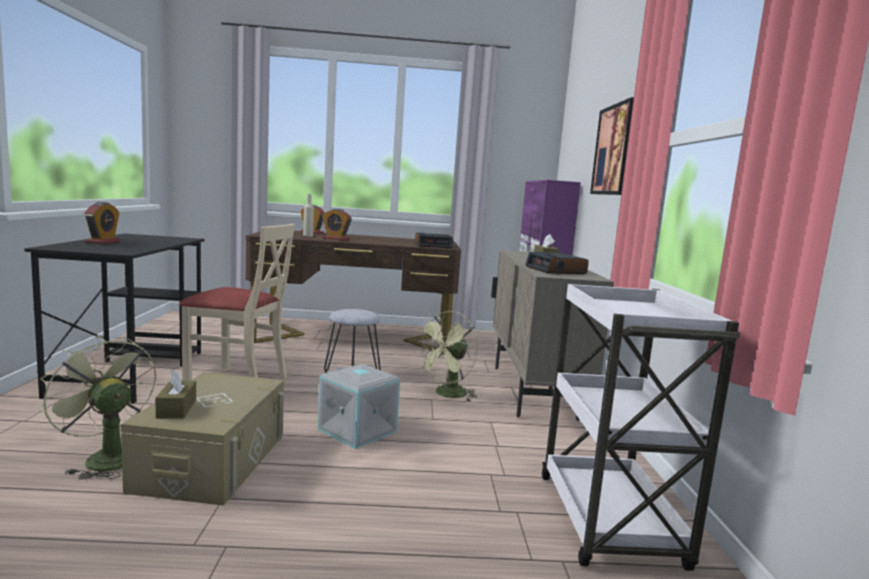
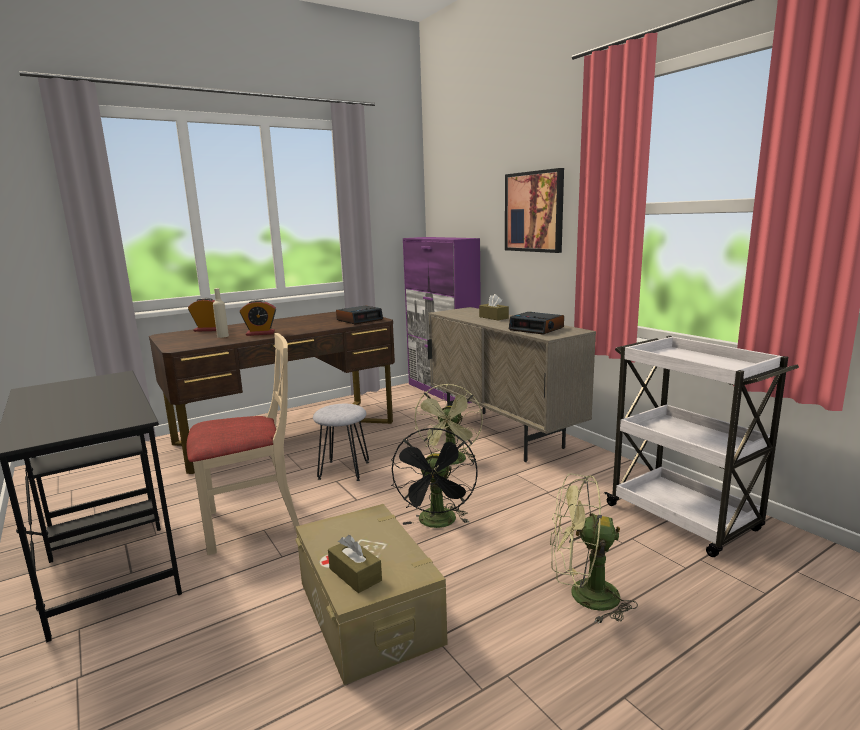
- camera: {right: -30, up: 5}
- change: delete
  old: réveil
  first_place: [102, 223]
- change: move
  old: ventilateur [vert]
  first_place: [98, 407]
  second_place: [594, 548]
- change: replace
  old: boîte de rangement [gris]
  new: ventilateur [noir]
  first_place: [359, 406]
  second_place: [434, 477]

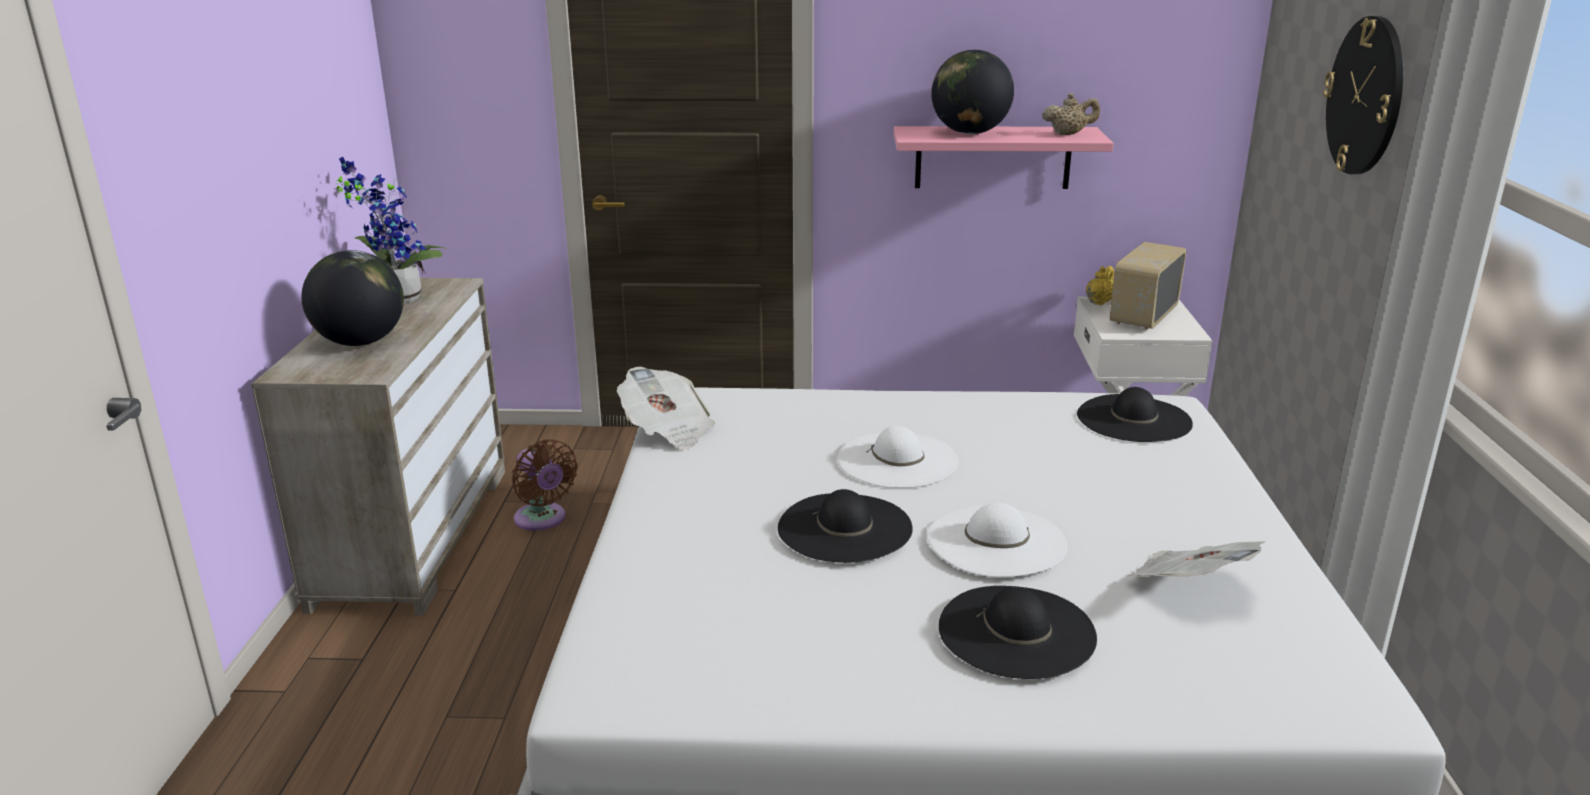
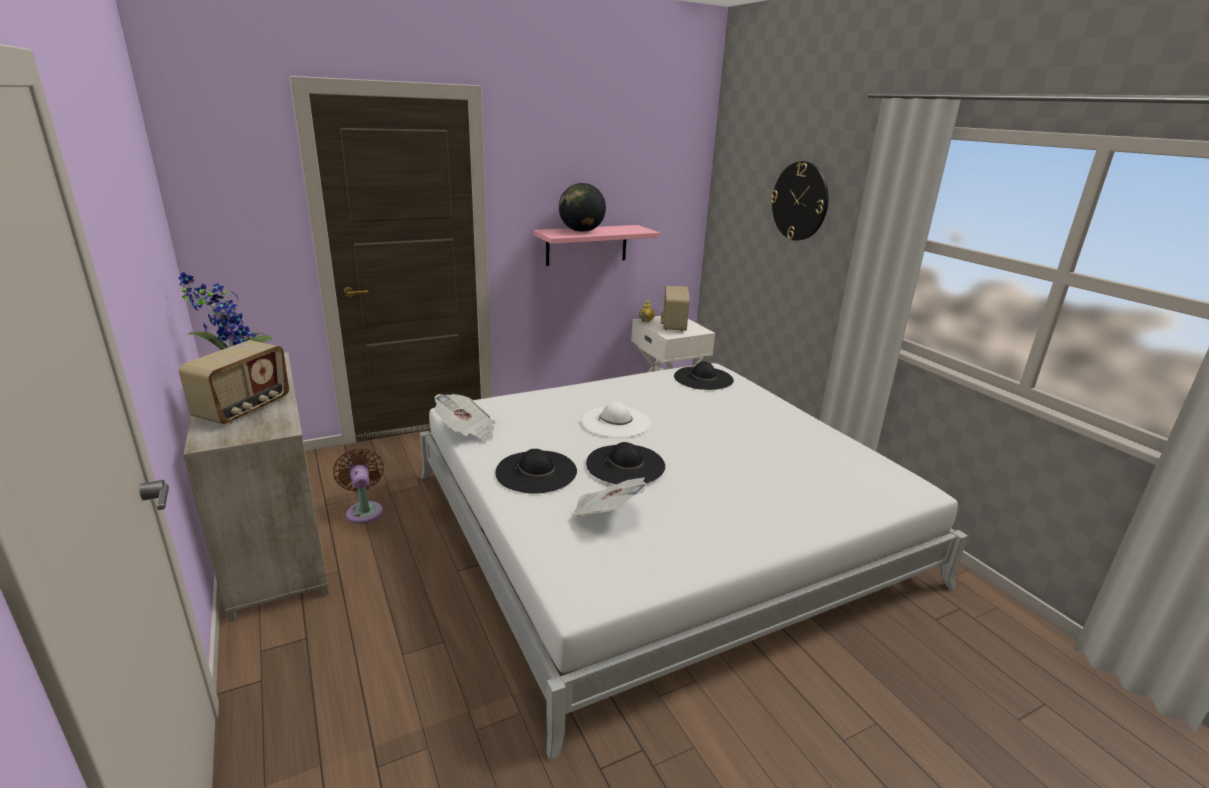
- camera: {right: -30, up: 0}
- change: delete
  old: théière [beige]
  first_place: [1071, 114]
- change: replace
  old: globe
  new: radio
  first_place: [353, 298]
  second_place: [234, 382]
- change: rotate
  old: ventilateur [marron]
  first_place: [545, 485]
  second_place: [358, 486]
  degrees: -135
- change: delete
  old: chapeau [blanc]
  first_place: [997, 540]
- change: move
  old: journal
  first_place: [1196, 559]
  second_place: [608, 497]
- change: move
  old: chapeau [noir]
  first_place: [1018, 632]
  second_place: [536, 471]

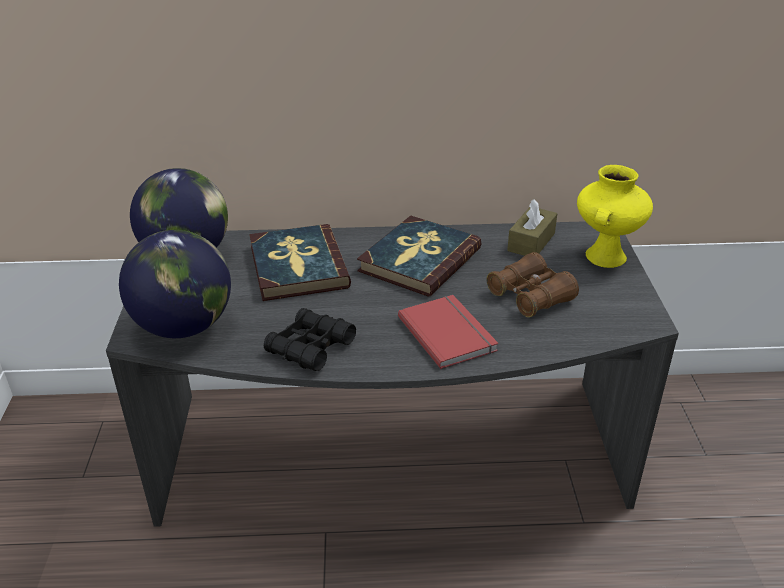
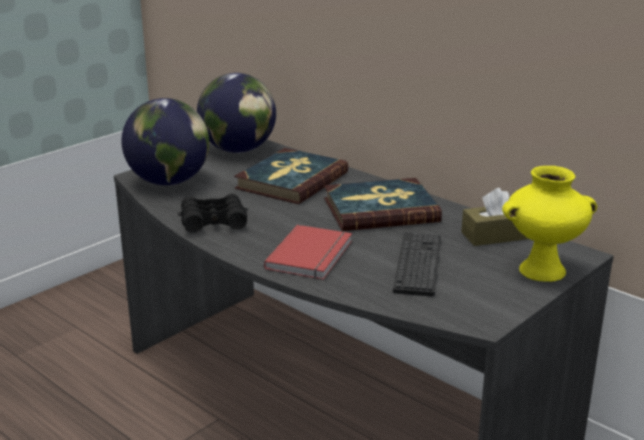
- camera: {right: 45, up: -10}
- change: replace
  old: jumelles [marron]
  new: clavier
  first_place: [533, 284]
  second_place: [417, 264]

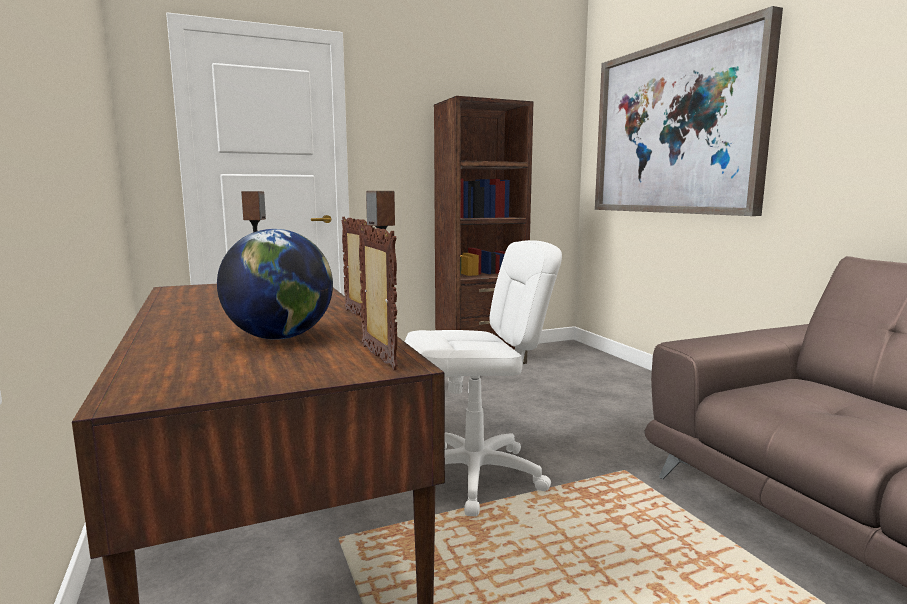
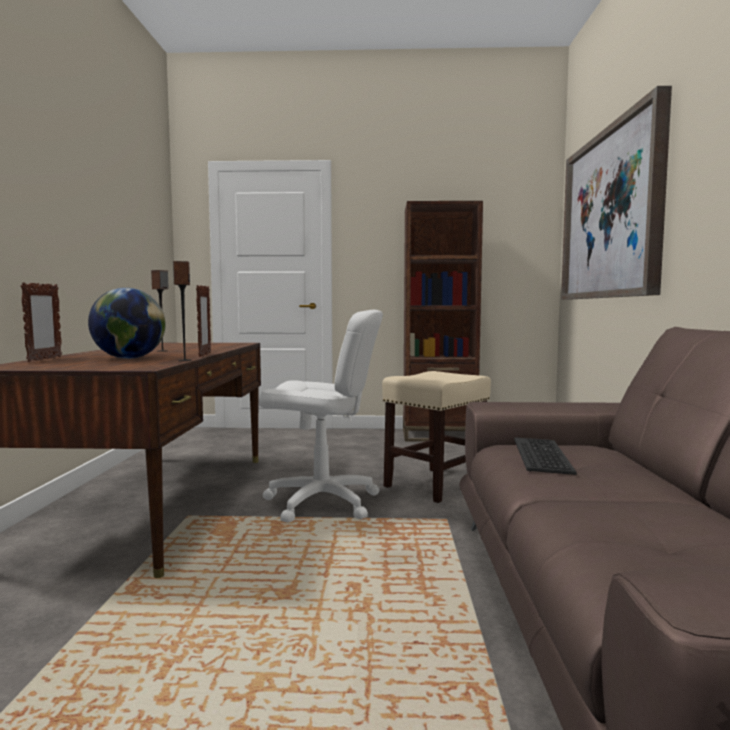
- camera: {right: 25, up: -5}
- change: move
  old: cadre photo
  first_place: [378, 297]
  second_place: [41, 322]
- change: insert
  new: tabouret [beige]
  second_place: [436, 437]
- change: insert
  new: clavier
  second_place: [545, 456]

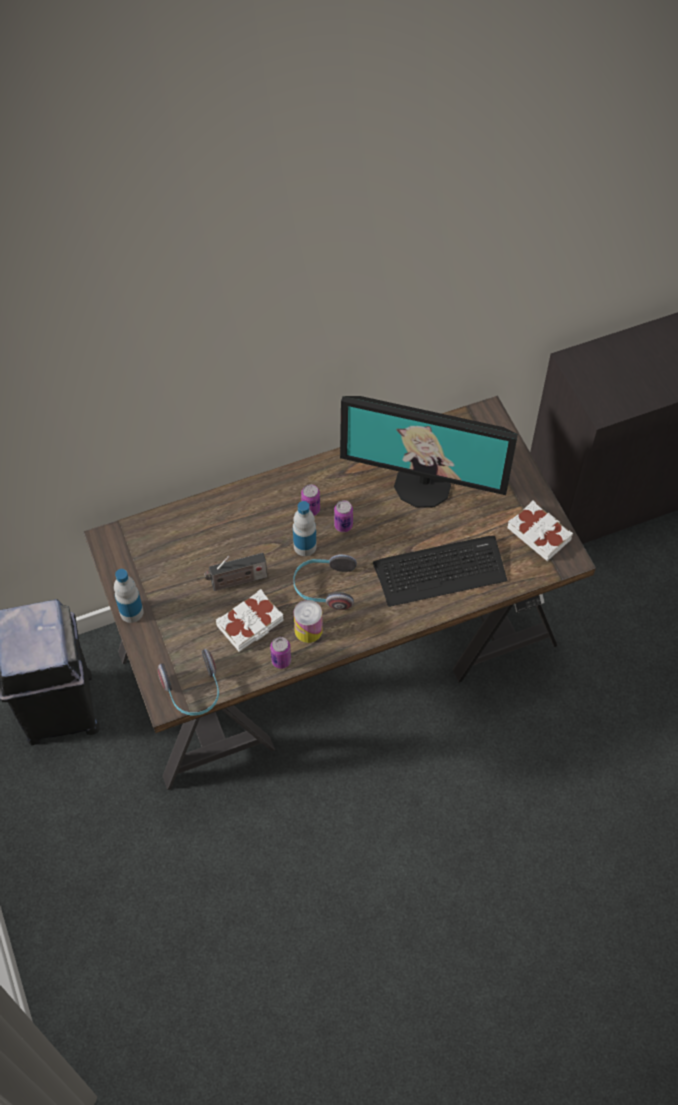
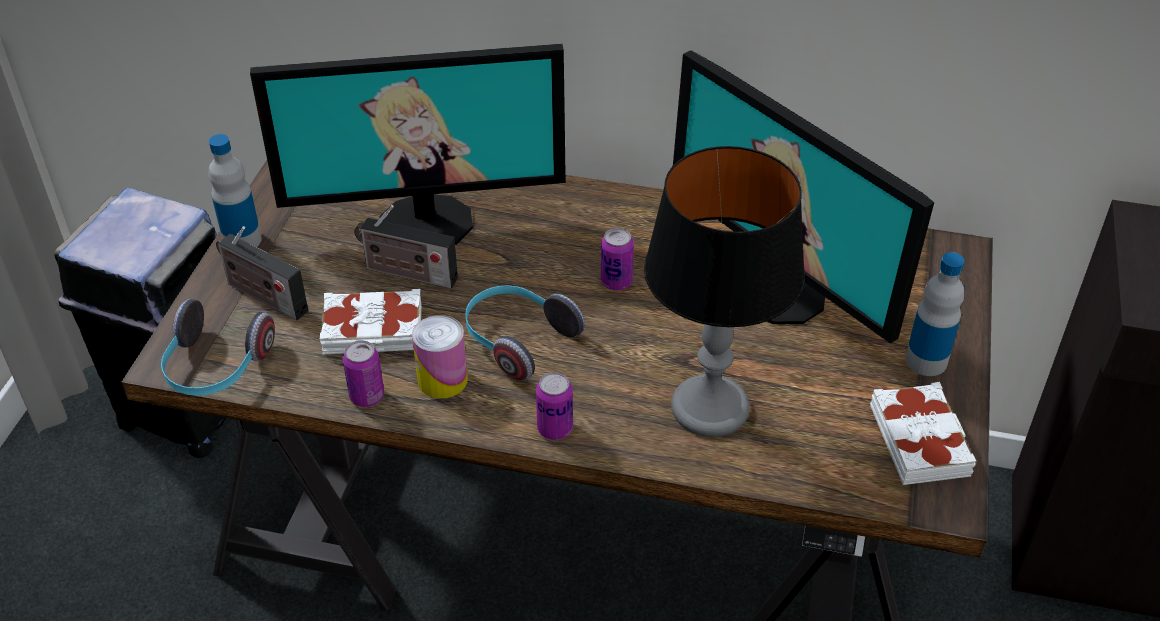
- camera: {right: 35, up: -15}
- change: move
  old: boîte métallique
  first_place: [310, 500]
  second_place: [554, 406]
- change: move
  old: bouteille
  first_place: [305, 528]
  second_place: [934, 314]
- change: replace
  old: clavier
  new: lampe de table
  first_place: [440, 571]
  second_place: [724, 291]
- change: insert
  new: écran d'ordinateur
  second_place: [408, 144]
- change: insert
  new: radio
  second_place: [262, 273]

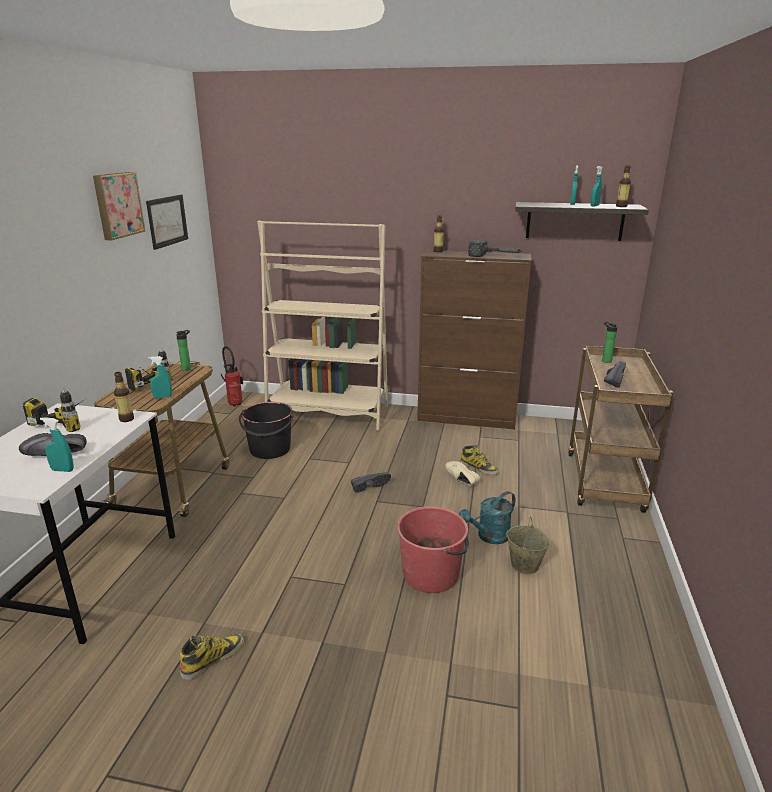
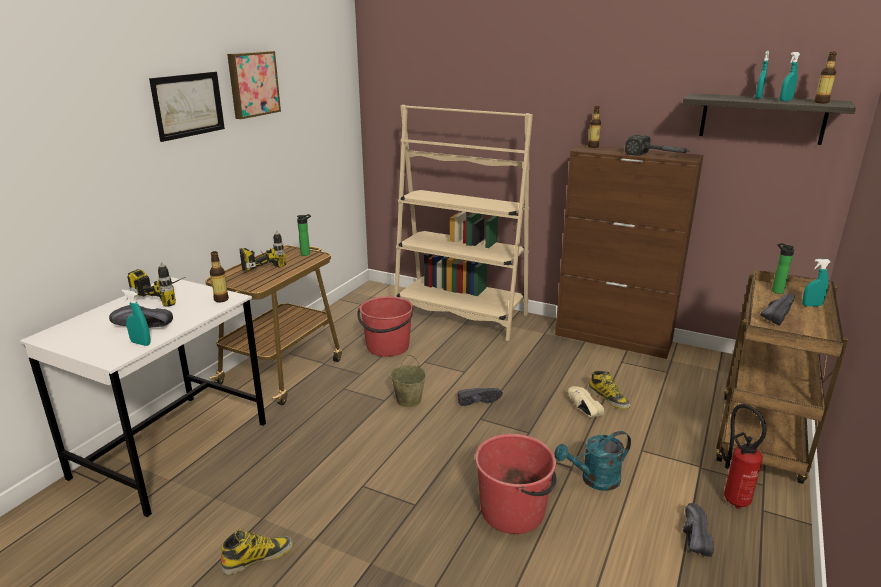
- camera: {right: 15, up: 0}
- change: move
  old: tableau
  first_place: [167, 222]
  second_place: [187, 107]
- change: move
  old: extincteur
  first_place: [232, 376]
  second_place: [743, 456]
- change: move
  old: vaporisateur [turquoise]
  first_place: [160, 377]
  second_place: [816, 283]
- change: recolor
  old: seau [noir]
  new: seau [rouge]
  first_place: [266, 430]
  second_place: [385, 326]
- change: move
  old: seau [beige]
  first_place: [528, 546]
  second_place: [408, 381]
- change: insert
  new: chaussure [noir]
  second_place: [698, 530]

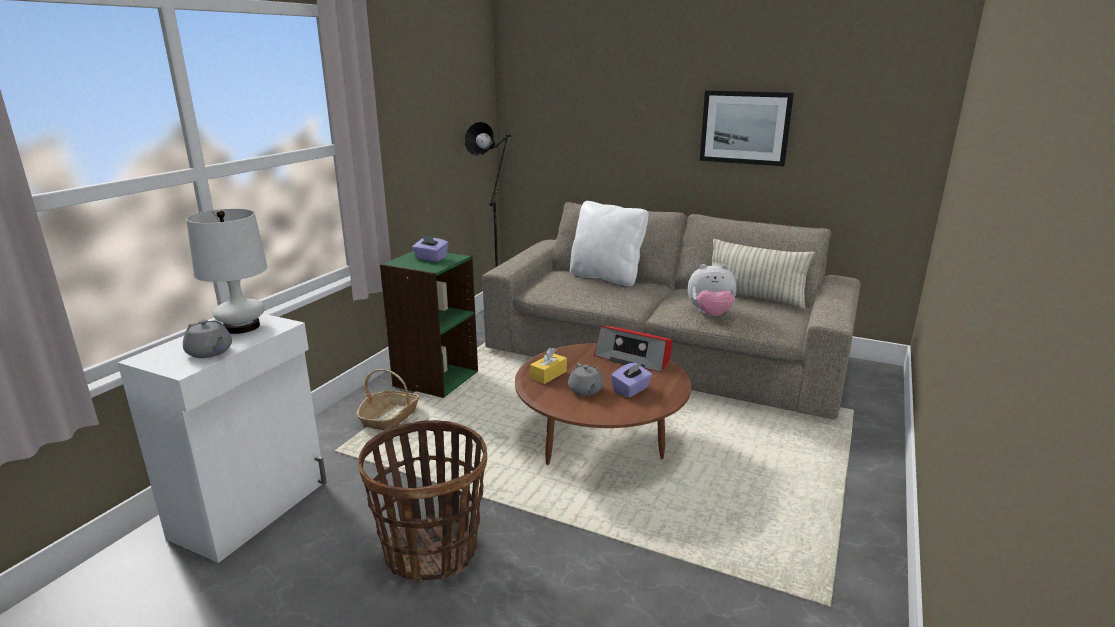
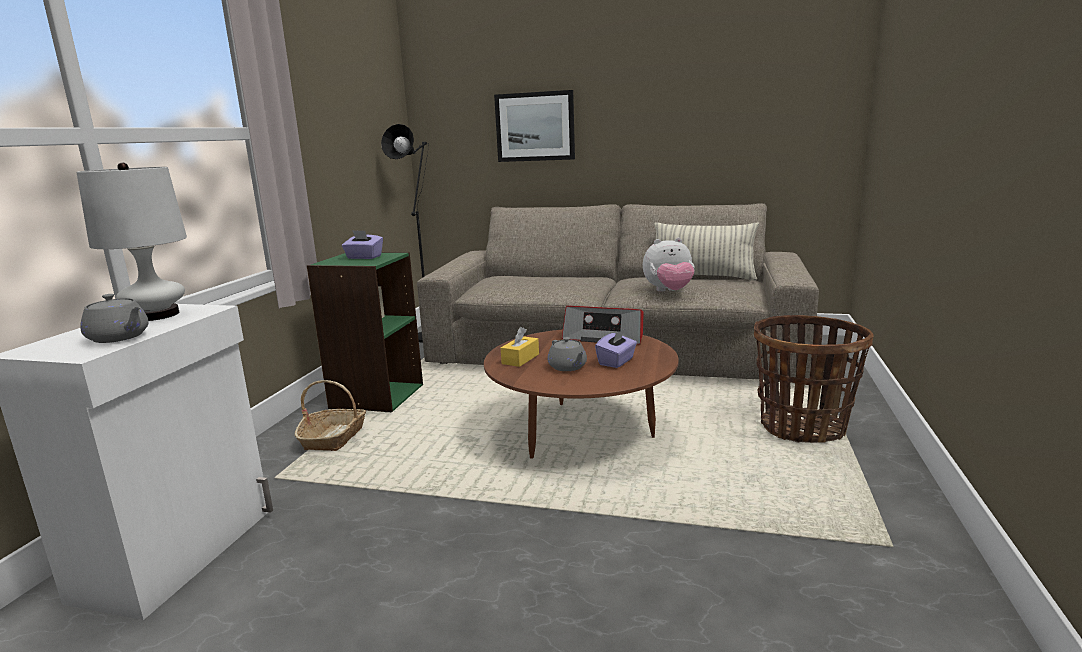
- camera: {right: -10, up: -5}
- change: move
  old: tableau
  first_place: [747, 128]
  second_place: [534, 126]
- change: delete
  old: coussin [blanc]
  first_place: [609, 243]
- change: move
  old: panier
  first_place: [422, 500]
  second_place: [814, 379]

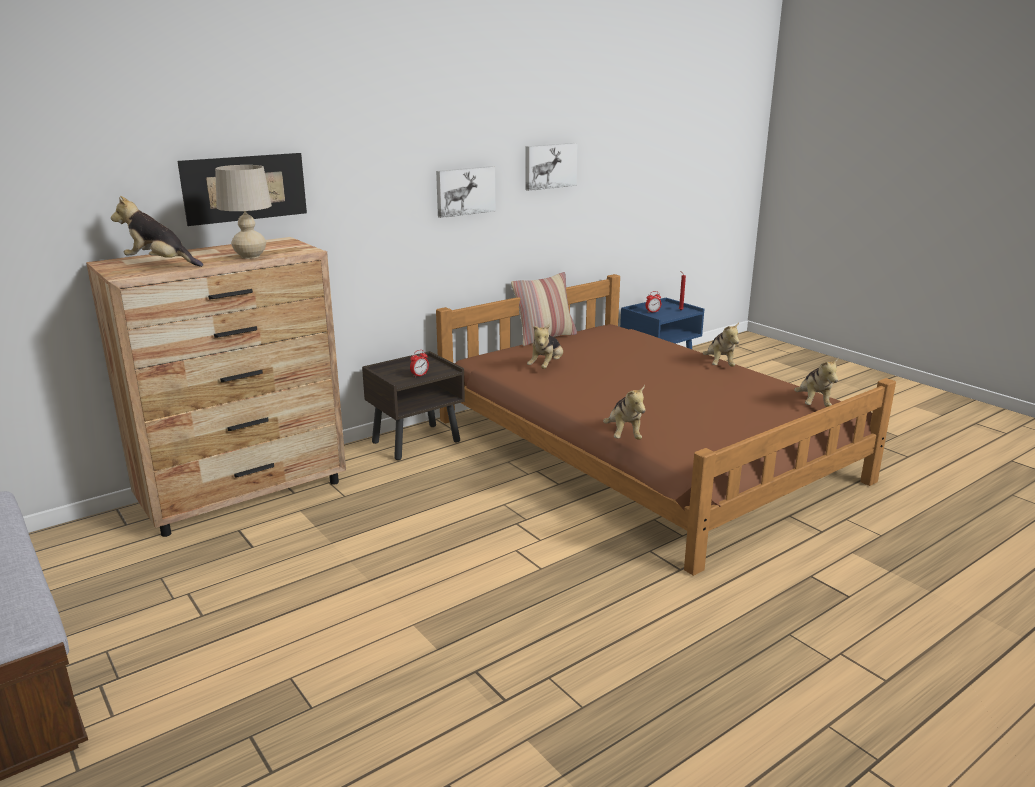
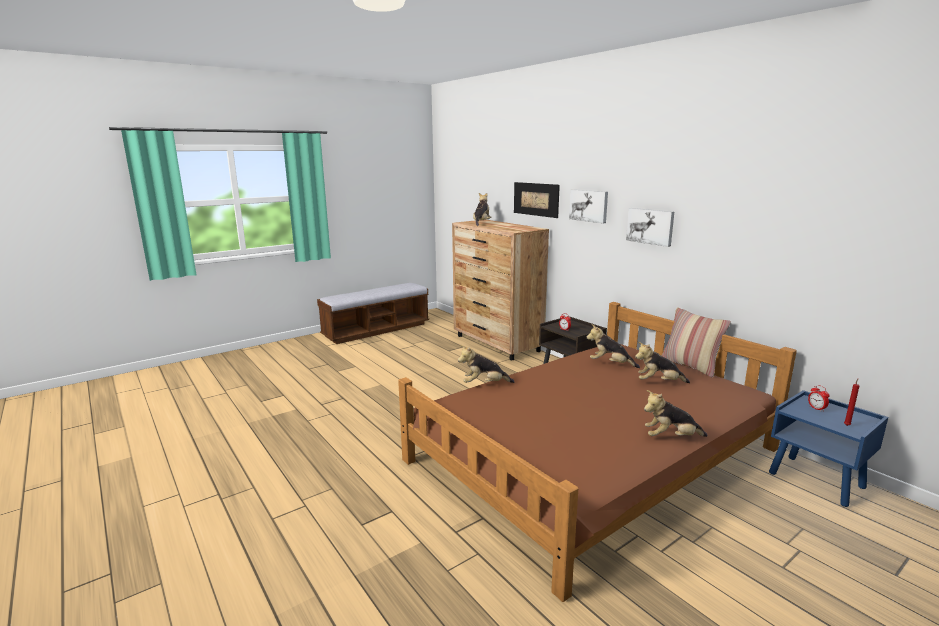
- camera: {right: 90, up: -5}
- change: move
  old: tableau
  first_place: [551, 167]
  second_place: [588, 206]
- change: delete
  old: lampe de table [beige]
  first_place: [243, 212]
- change: move
  old: peluche
  first_place: [816, 382]
  second_place: [662, 362]

